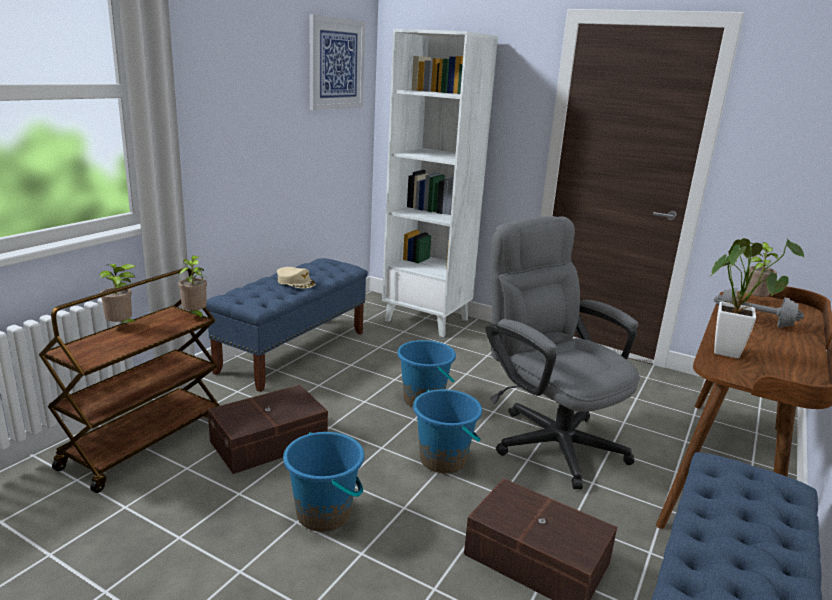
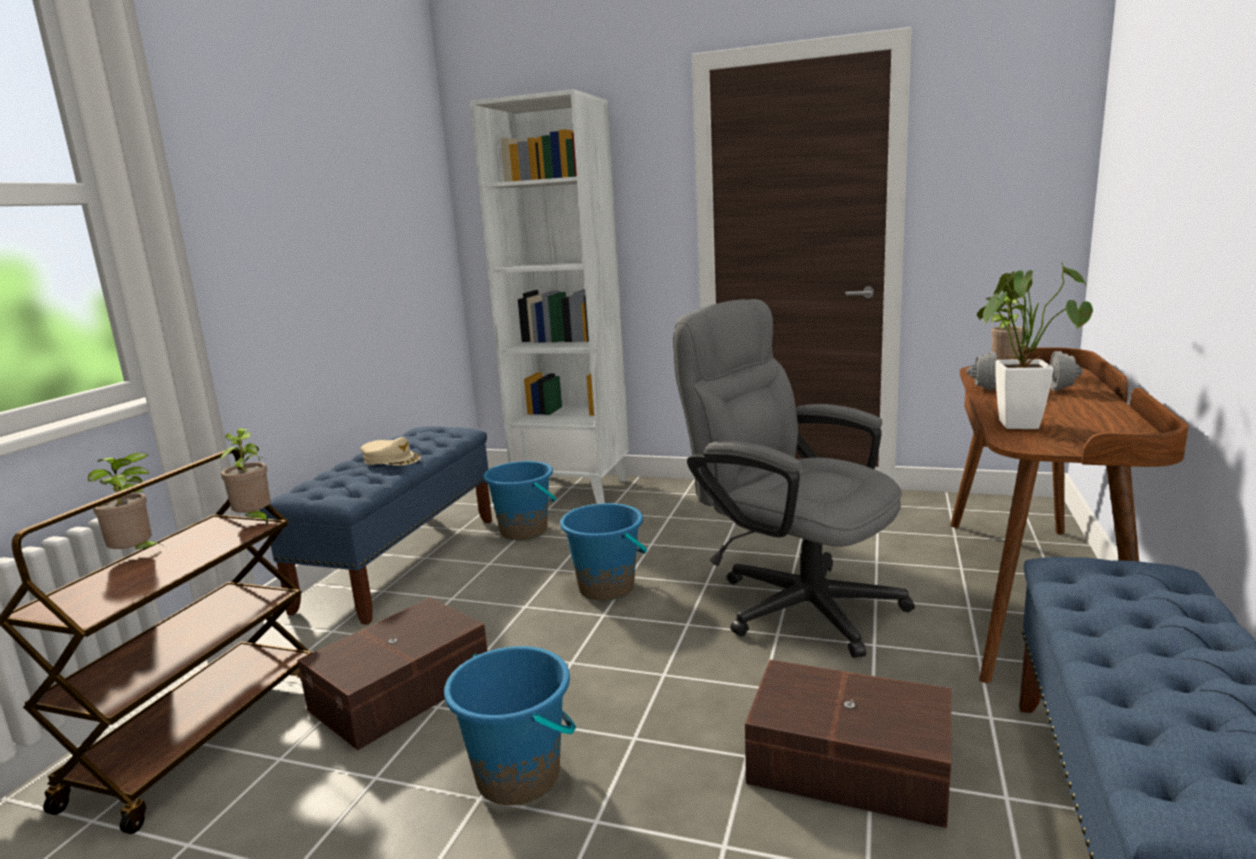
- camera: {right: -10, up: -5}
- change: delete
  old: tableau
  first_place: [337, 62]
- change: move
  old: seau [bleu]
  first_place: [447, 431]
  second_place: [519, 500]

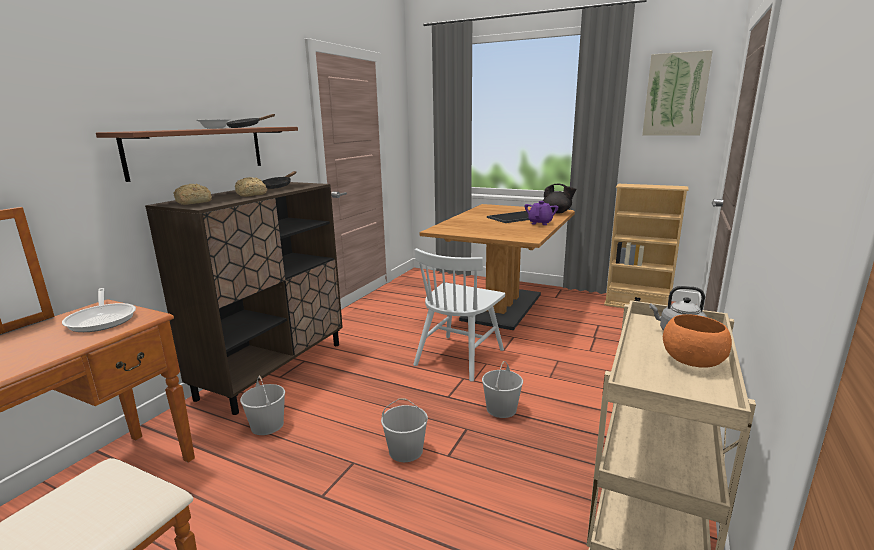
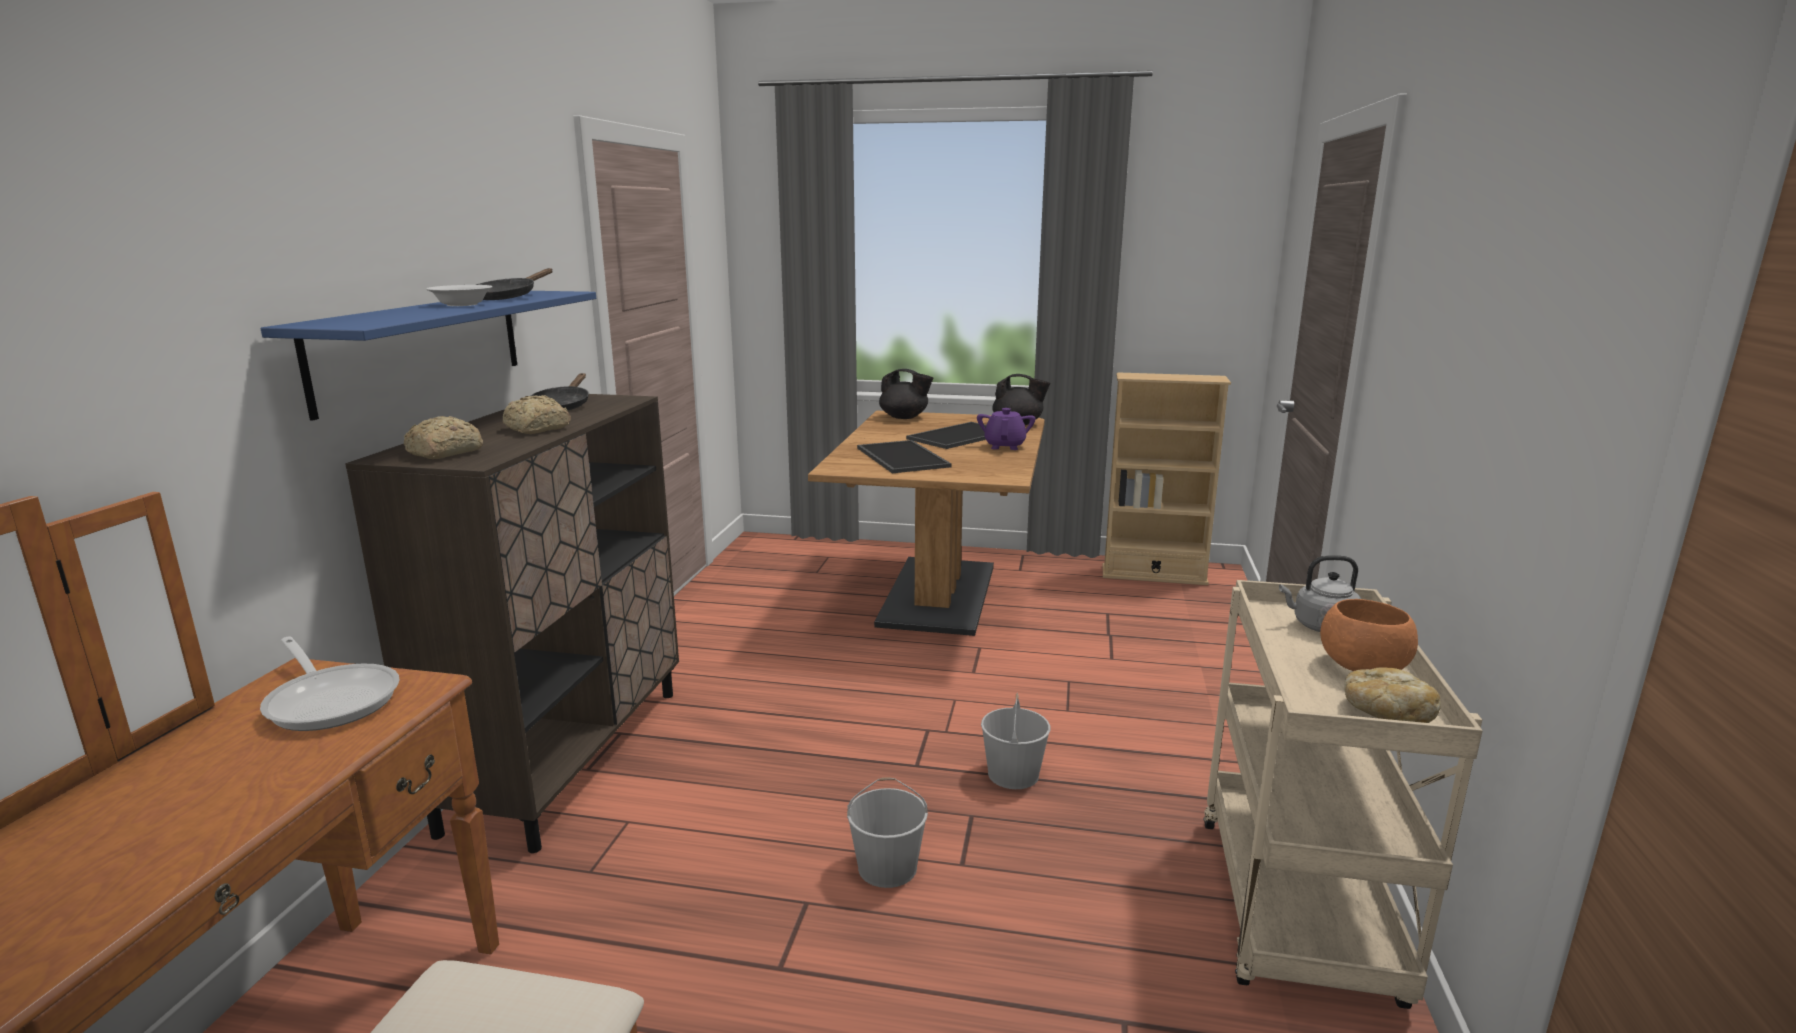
- camera: {right: -15, up: 0}
- change: delete
  old: tableau
  first_place: [677, 93]
- change: recolor
  old: étagère [marron]
  new: étagère [bleu]
  first_place: [197, 154]
  second_place: [428, 356]
- change: delete
  old: chaise [blanc]
  first_place: [459, 315]
- change: delete
  old: seau [blanc]
  first_place: [262, 405]
- change: insert
  new: théière [noir]
  second_place: [906, 394]
- change: insert
  new: plateau
  second_place: [904, 456]
- change: insert
  new: pain
  second_place: [1392, 695]

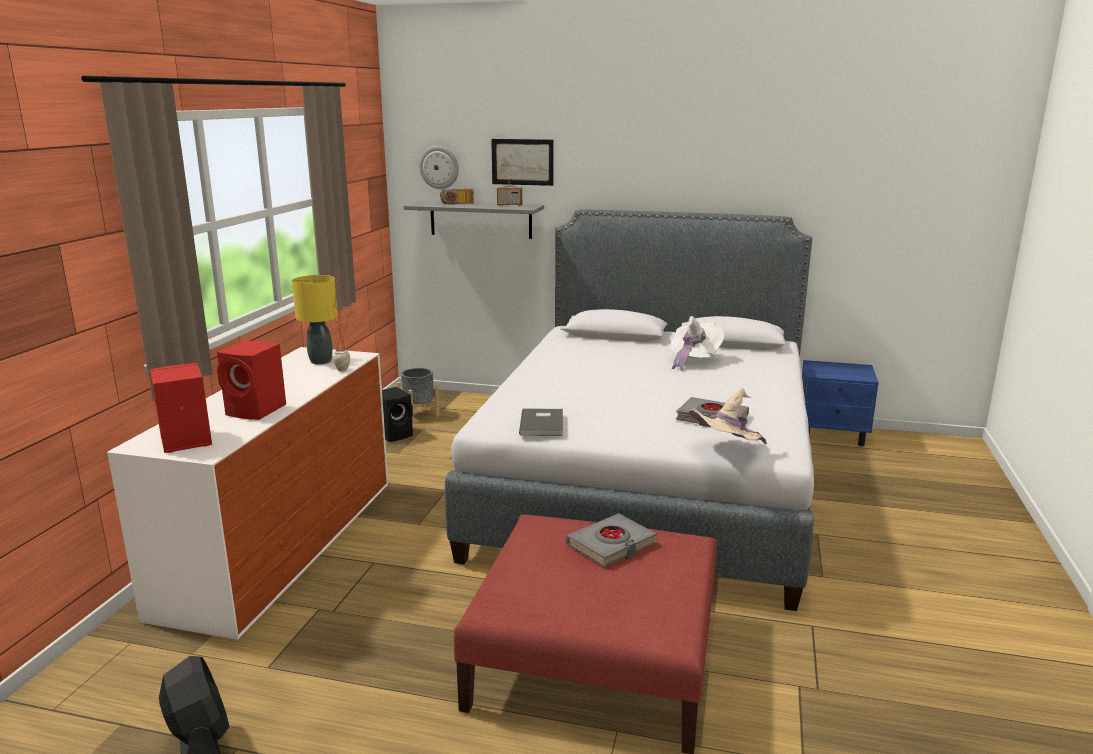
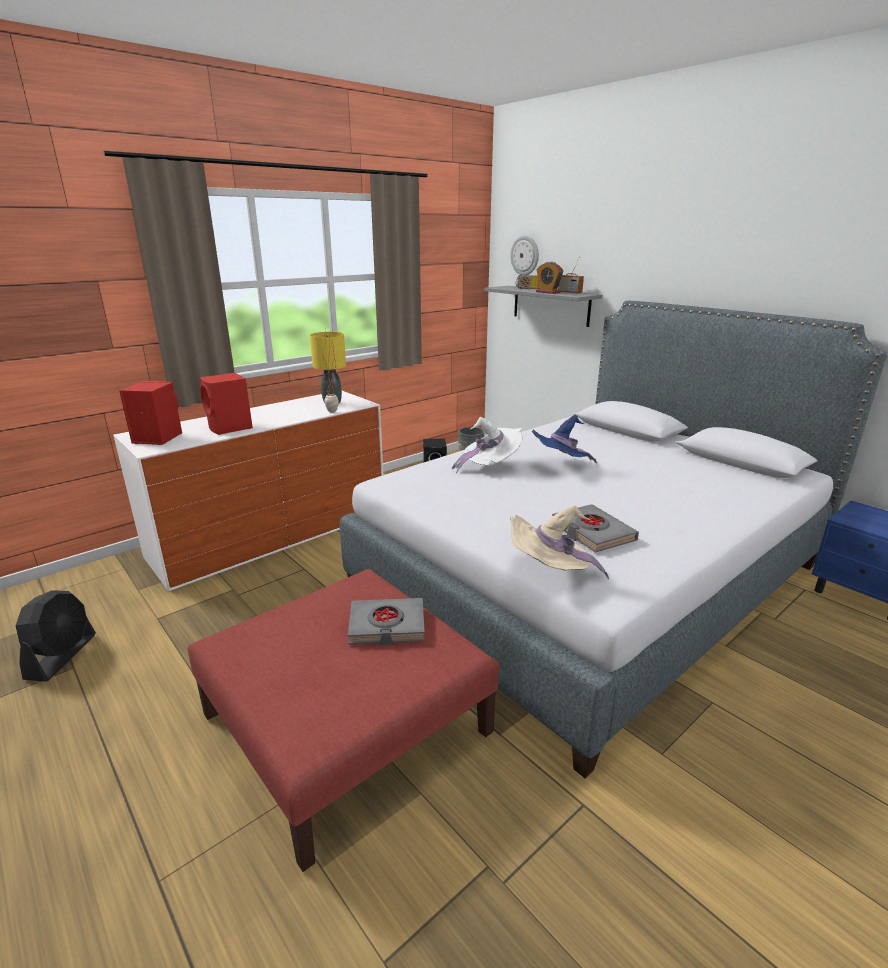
- camera: {right: 35, up: 5}
- change: delete
  old: tableau
  first_place: [522, 162]
- change: move
  old: chapeau [blanc]
  first_place: [697, 343]
  second_place: [487, 445]
- change: delete
  old: livre [gris]
  first_place: [541, 422]
- change: insert
  new: réveil
  second_place: [549, 278]
- change: insert
  new: chapeau [bleu]
  second_place: [564, 438]

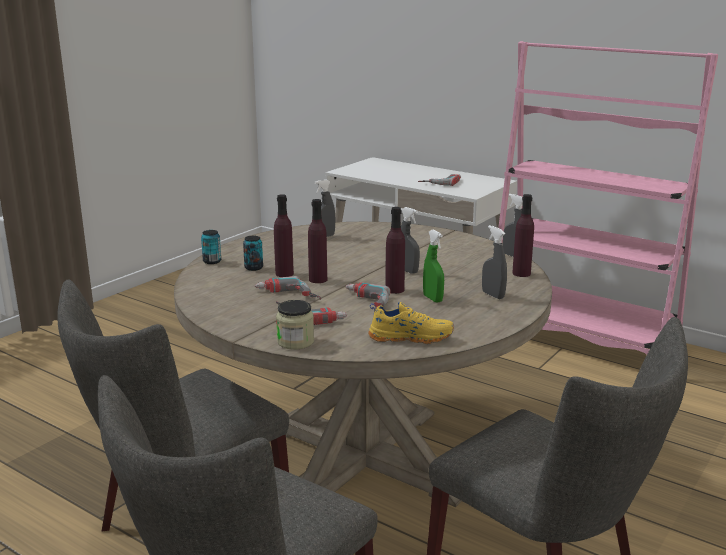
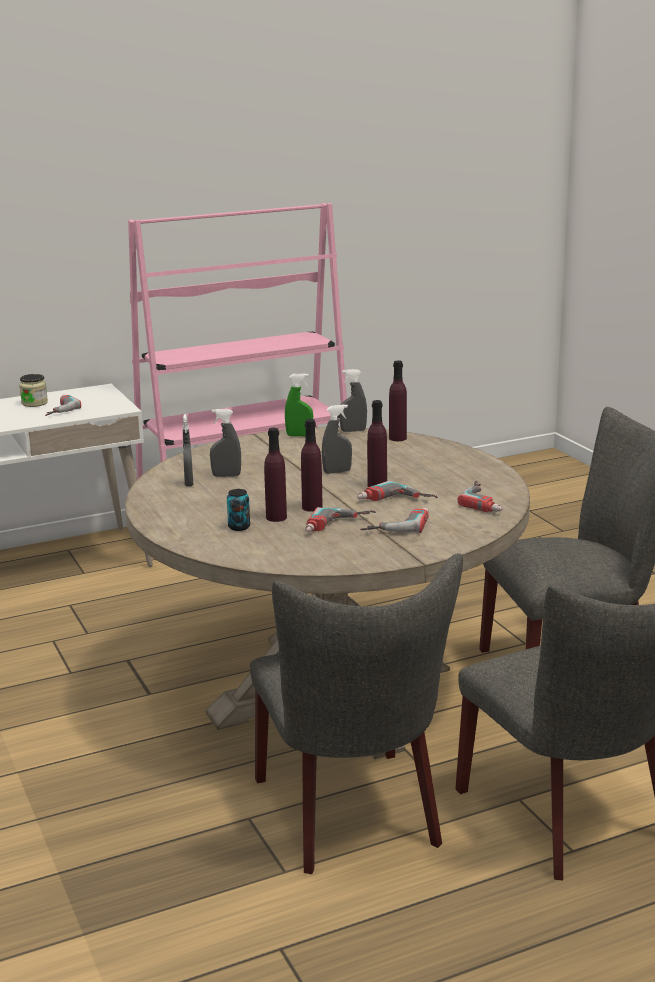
- camera: {right: -60, up: 0}
- change: move
  old: vaporisateur [gris]
  first_place: [494, 262]
  second_place: [225, 443]
- change: delete
  old: boîte métallique
  first_place: [211, 247]
- change: move
  old: vaporisateur [vert]
  first_place: [433, 266]
  second_place: [299, 404]
- change: move
  old: bocal
  first_place: [295, 325]
  second_place: [33, 390]
- change: replace
  old: chaussure [jaune]
  new: perceuse
  first_place: [411, 323]
  second_place: [480, 496]

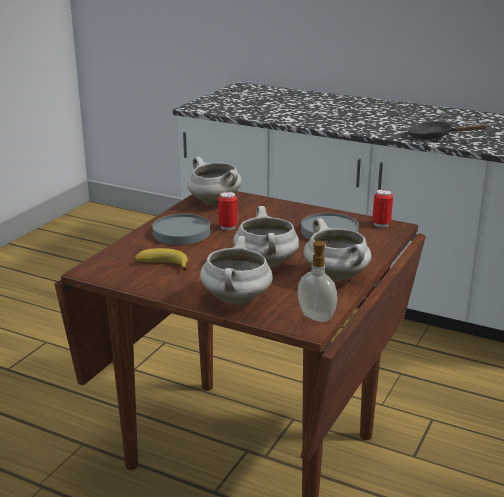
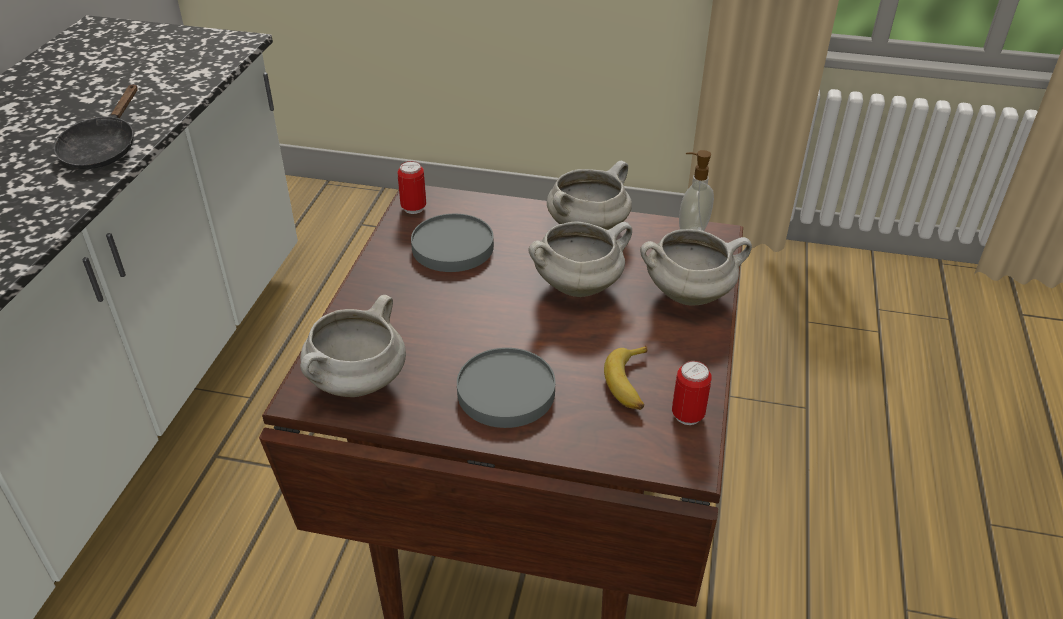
- camera: {right: -105, up: 15}
- change: move
  old: boîte métallique
  first_place: [228, 210]
  second_place: [692, 393]

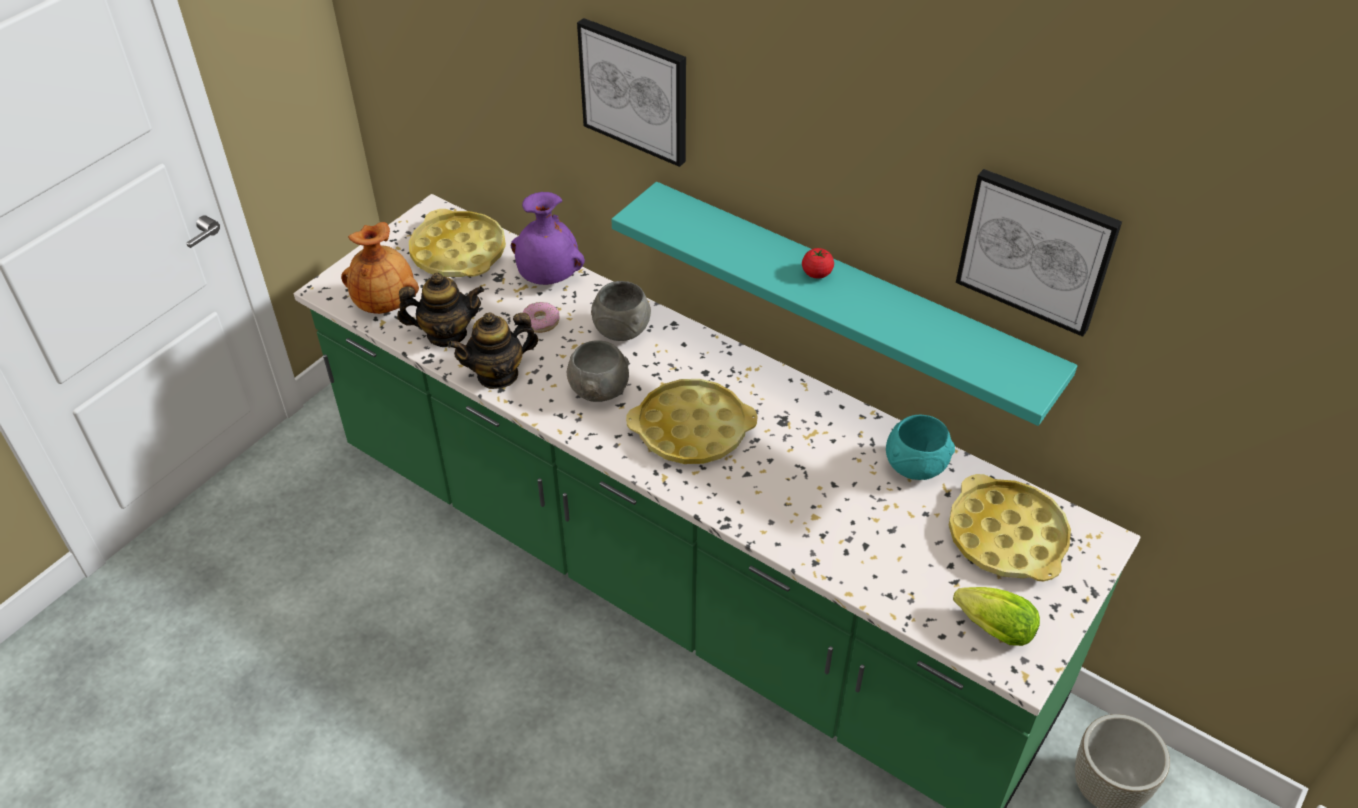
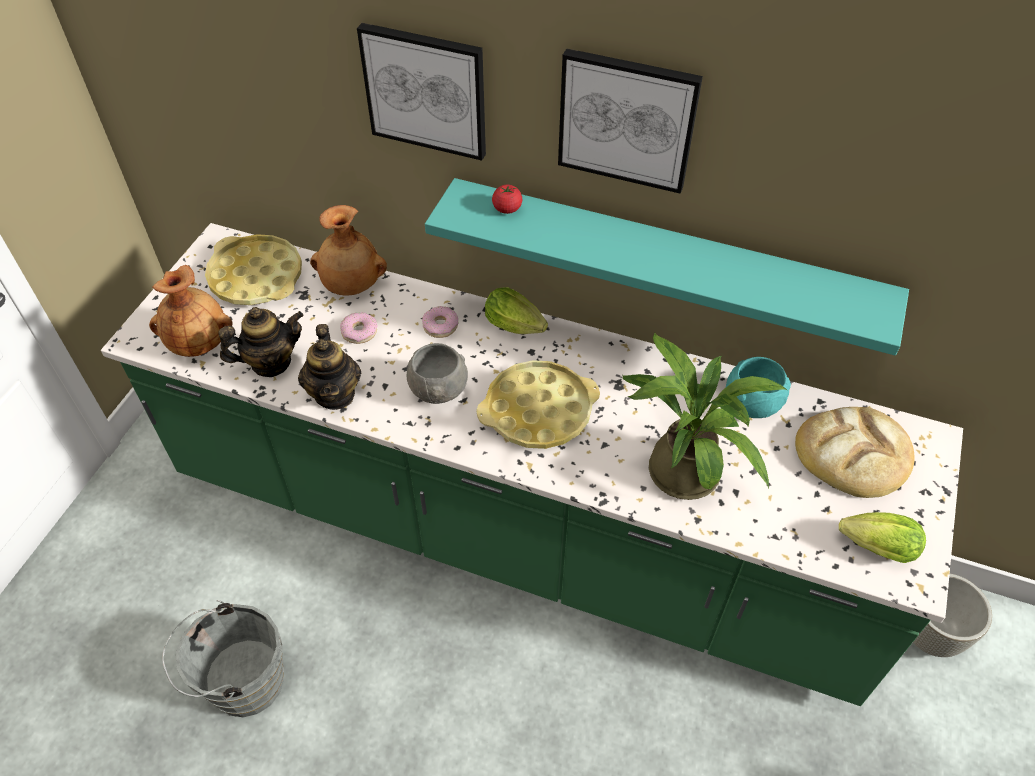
- camera: {right: -15, up: 5}
- change: move
  old: tableau
  first_place: [1039, 253]
  second_place: [630, 121]
- change: recolor
  old: vase [violet]
  new: vase [marron]
  first_place: [548, 238]
  second_place: [348, 250]
- change: move
  old: tomate
  first_place: [818, 263]
  second_place: [507, 199]
- change: replace
  old: bol [gris]
  new: beignet
  first_place: [621, 311]
  second_place: [440, 322]
- change: rotate
  old: théière
  first_place: [493, 350]
  second_place: [329, 367]
  degrees: -60
- change: replace
  old: plateau [jaune]
  new: pain
  first_place: [1010, 528]
  second_place: [855, 452]
- change: insert
  new: laitue
  second_place: [516, 310]
- change: insert
  new: plante en pot
  second_place: [704, 416]
- change: insert
  new: seau [gris]
  second_place: [223, 658]

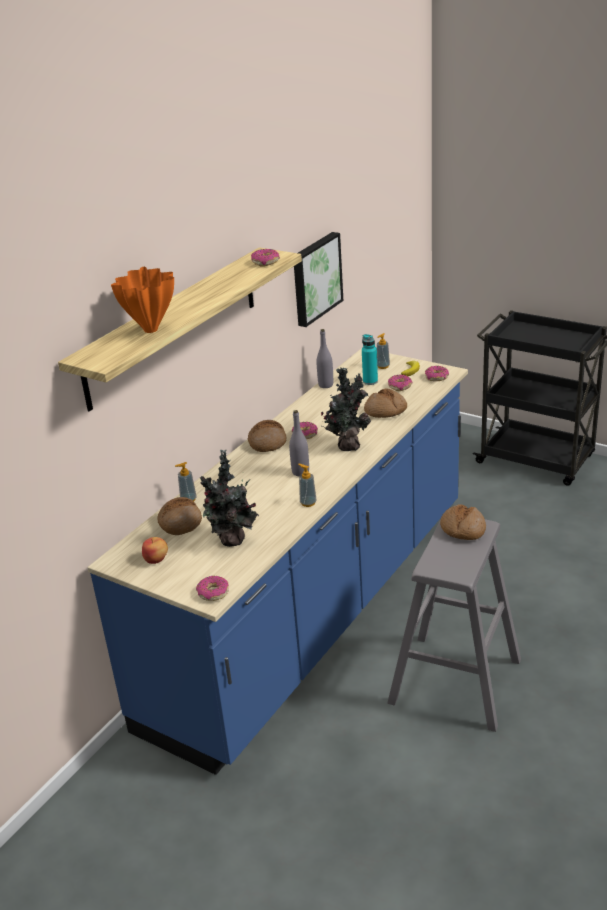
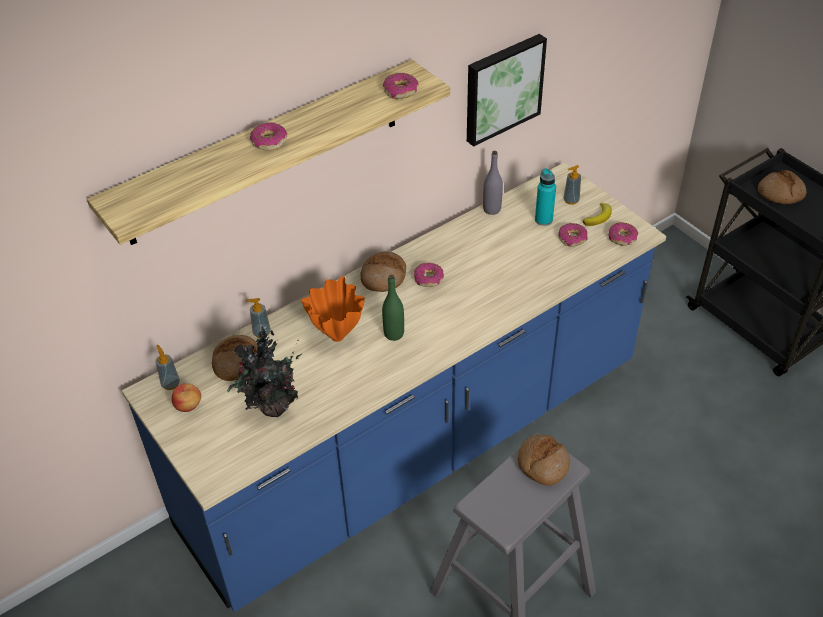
- camera: {right: 20, up: 15}
- change: move
  old: vase [orange]
  first_place: [142, 300]
  second_place: [333, 309]
- change: delete
  old: plante en pot
  first_place: [346, 409]
- change: move
  old: pain
  first_place: [385, 403]
  second_place: [782, 187]
- change: recolor
  old: bouteille [gris]
  new: bouteille [vert]
  first_place: [299, 443]
  second_place: [393, 308]
- change: move
  old: distributeur de savon
  first_place: [307, 485]
  second_place: [168, 367]
- change: move
  old: beignet
  first_place: [212, 588]
  second_place: [268, 136]

